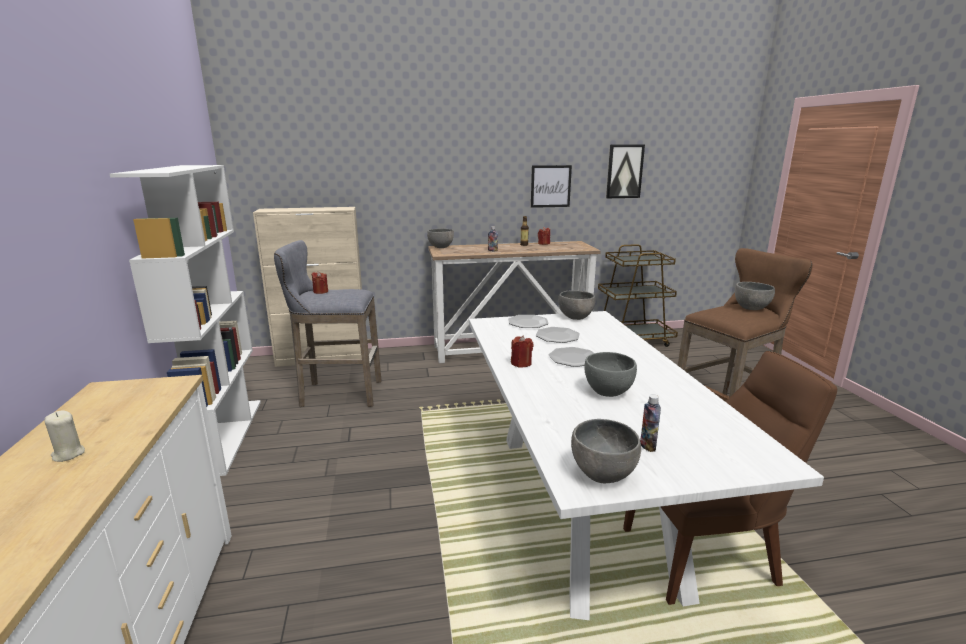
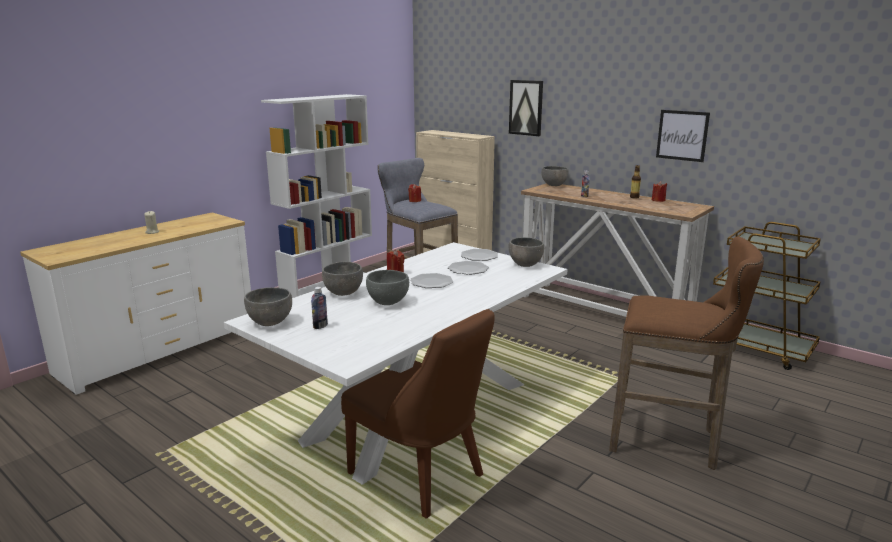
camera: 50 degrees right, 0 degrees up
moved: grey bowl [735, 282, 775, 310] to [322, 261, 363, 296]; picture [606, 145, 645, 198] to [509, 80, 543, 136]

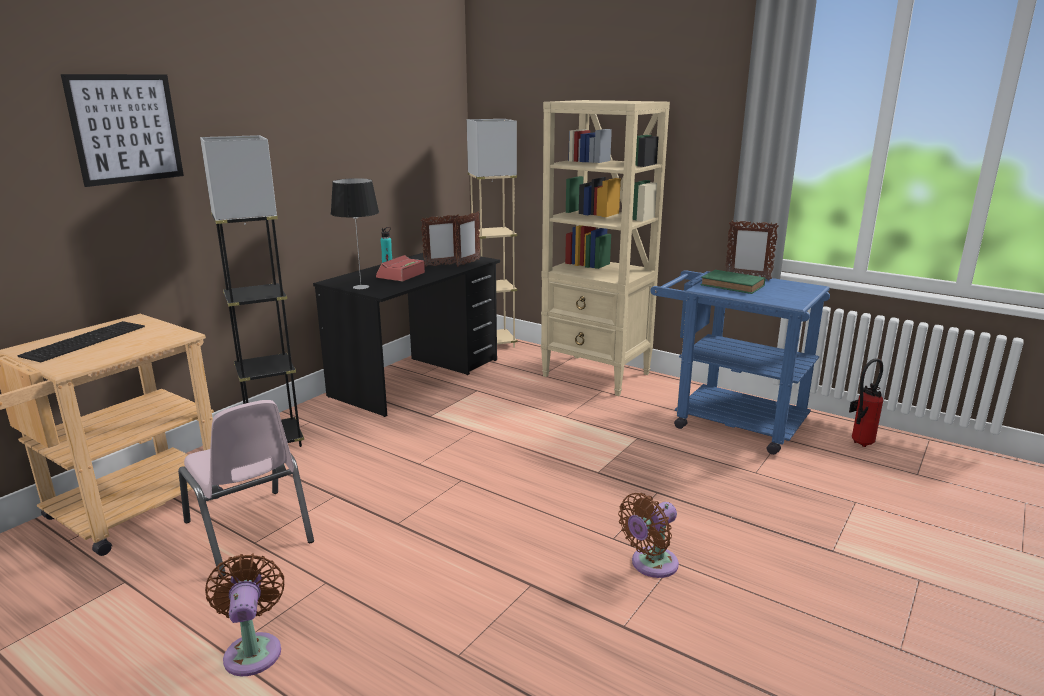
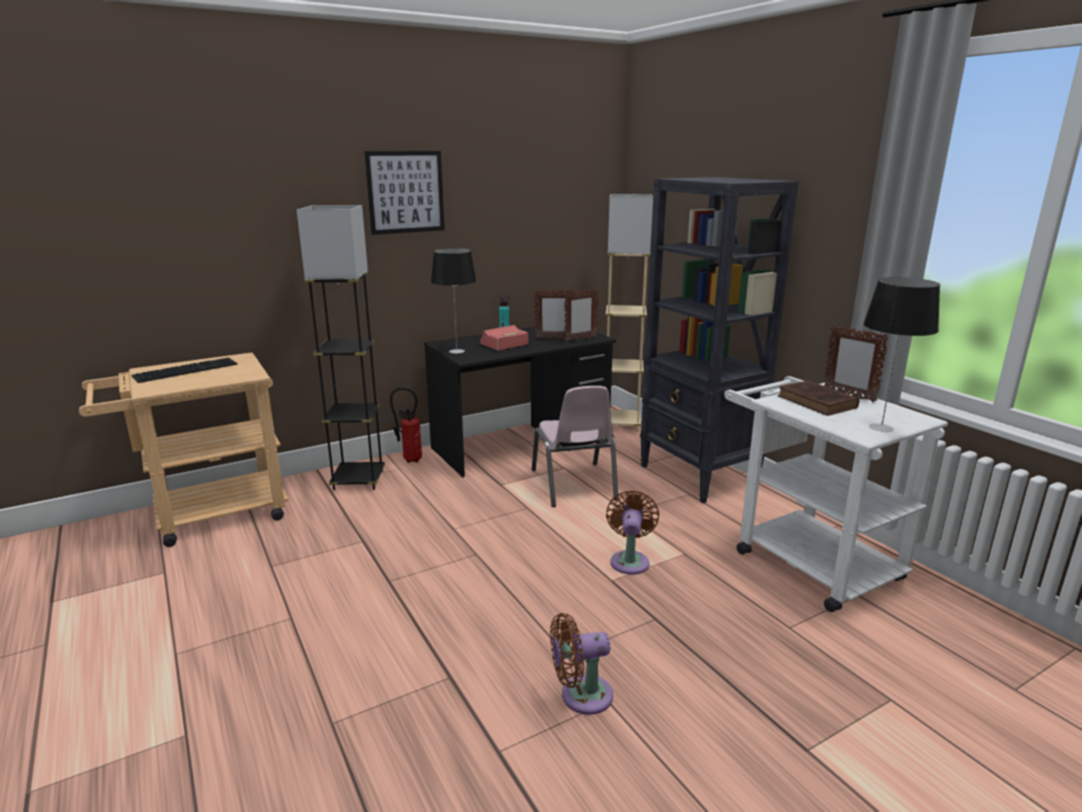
camera: 25 degrees right, 0 degrees up
added: table lamp [863, 277, 940, 432]
moved: picture [61, 74, 184, 187] to [364, 151, 445, 235]; fire extinguisher [849, 358, 884, 447] to [390, 387, 422, 463]; pink chair [178, 400, 314, 577] to [532, 386, 618, 507]; brown fan [205, 554, 284, 676] to [606, 490, 659, 575]
recoloured: beige bookcase [541, 100, 670, 396] to black bookcase [640, 177, 799, 503]; blue cart [650, 270, 830, 455] to white cart [724, 376, 948, 612]; green book [701, 270, 765, 294] to brown book [778, 380, 859, 416]

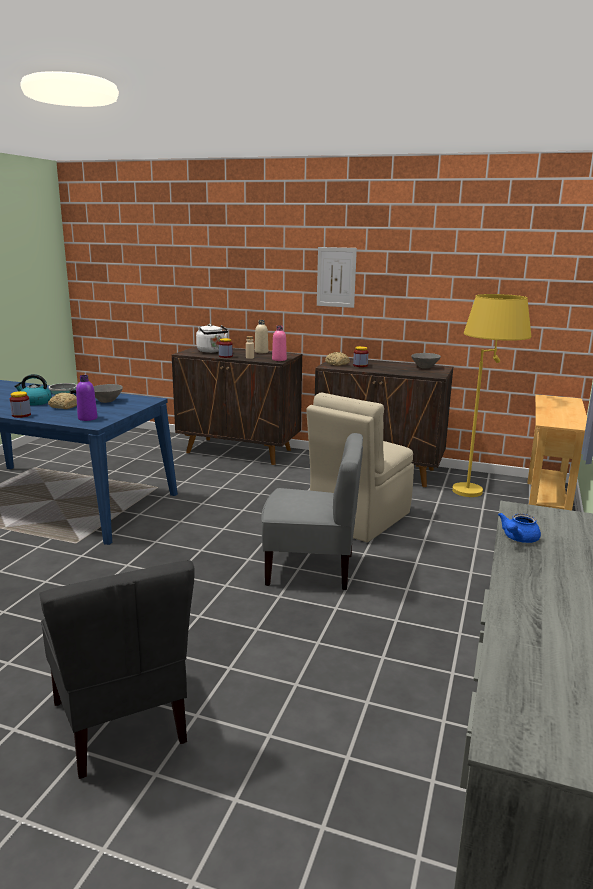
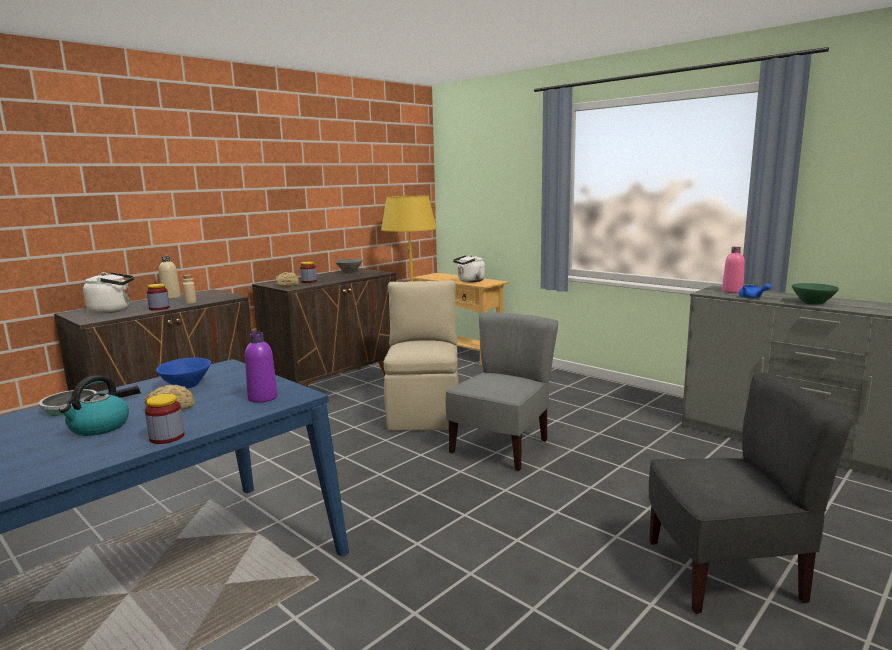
camera: 65 degrees left, 5 degrees down
removed: picture [317, 247, 357, 308]
added: white kettle [453, 255, 485, 283]; green bowl [792, 283, 839, 304]
moved: pink bottle [272, 325, 287, 361] to [722, 247, 745, 293]
recoloured: grey bowl [93, 384, 123, 403] to blue bowl [156, 358, 211, 389]
turned: beige chair [306, 393, 414, 542] = [384, 280, 459, 431] 150 degrees counterclockwise

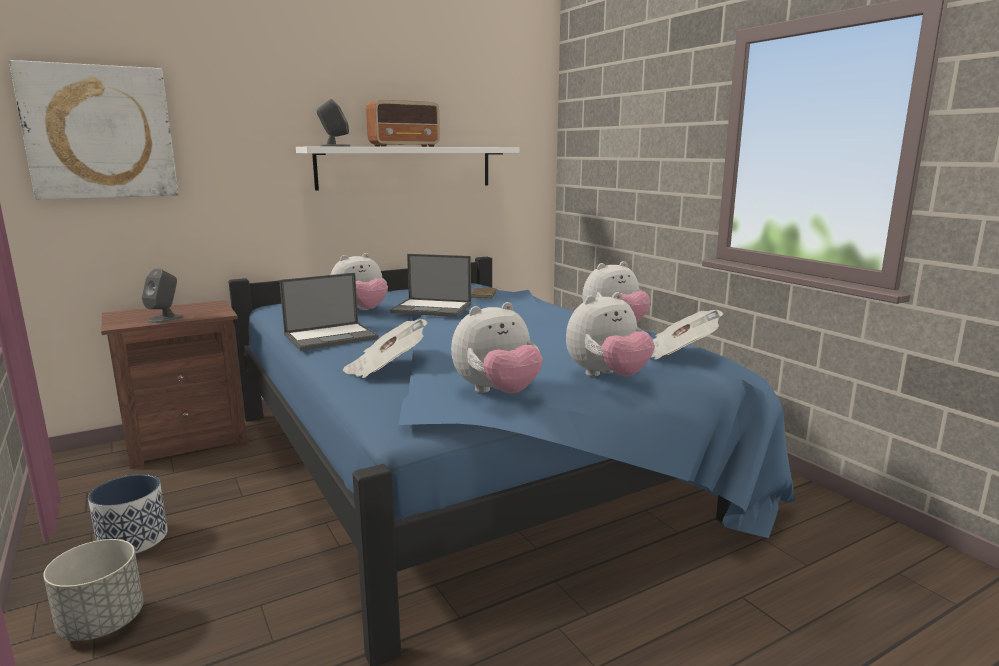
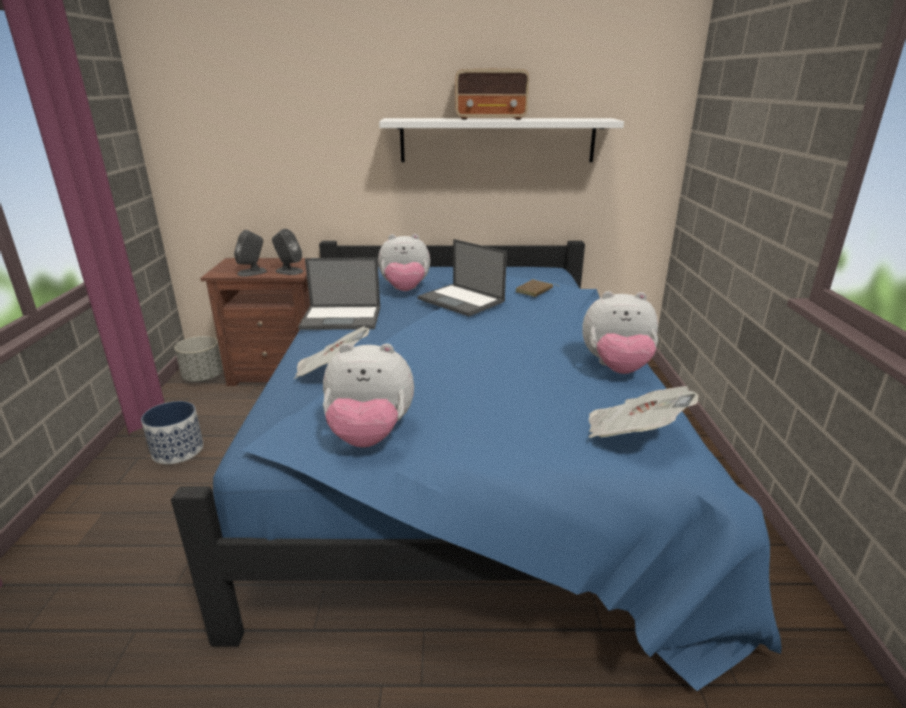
camera: 30 degrees right, 10 degrees up
removed: picture [9, 60, 179, 200]; plush toy [566, 292, 655, 377]
moved: grey planter [43, 539, 143, 641] to [175, 336, 223, 382]; grey speaker [317, 99, 350, 146] to [272, 229, 303, 275]

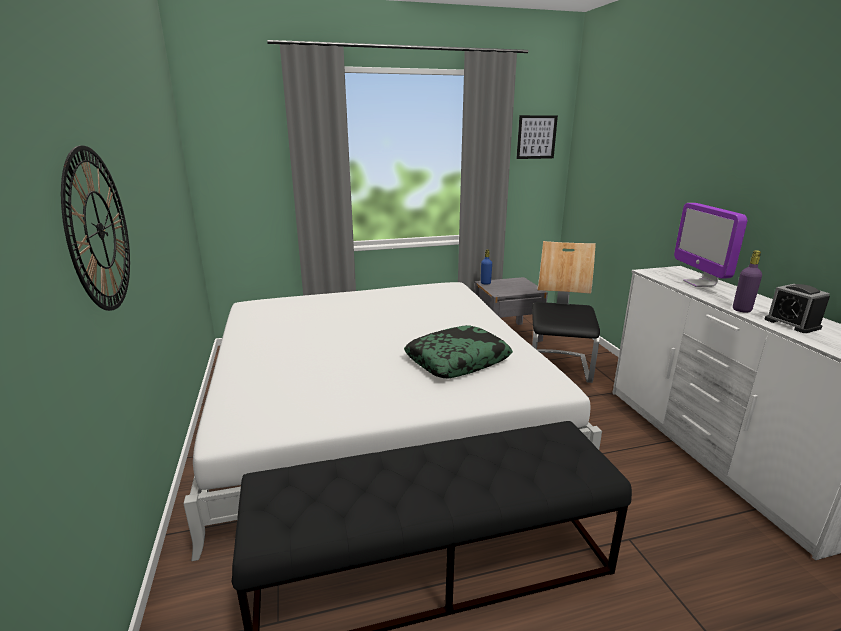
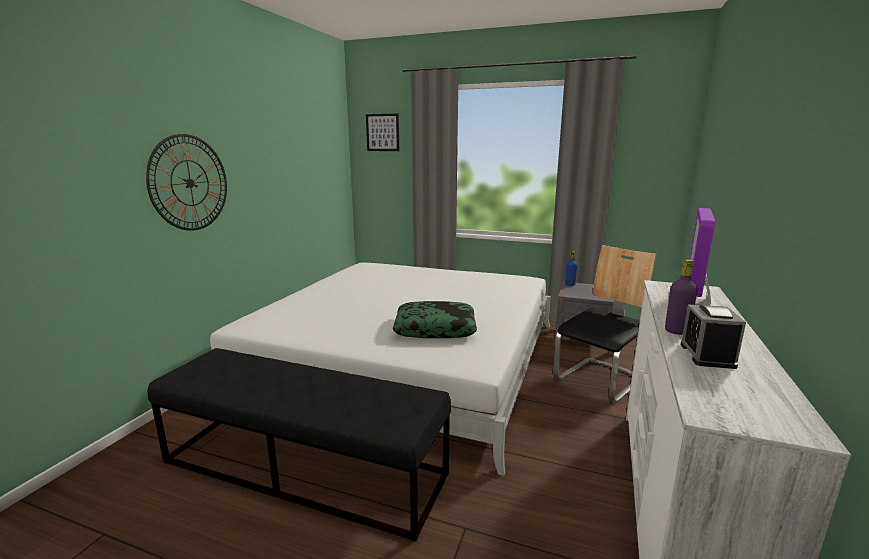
camera: 35 degrees right, 5 degrees down
moved: picture [516, 115, 558, 159] to [366, 113, 399, 151]

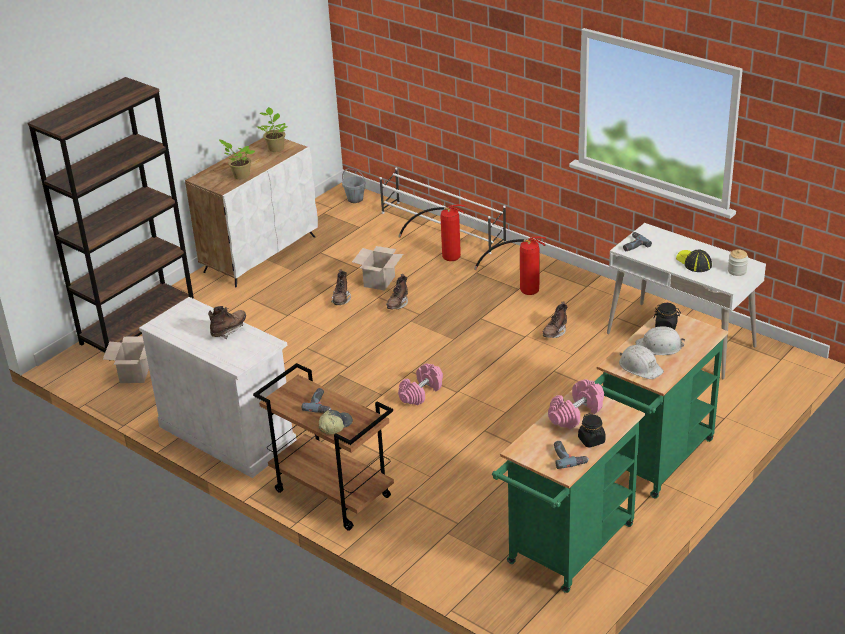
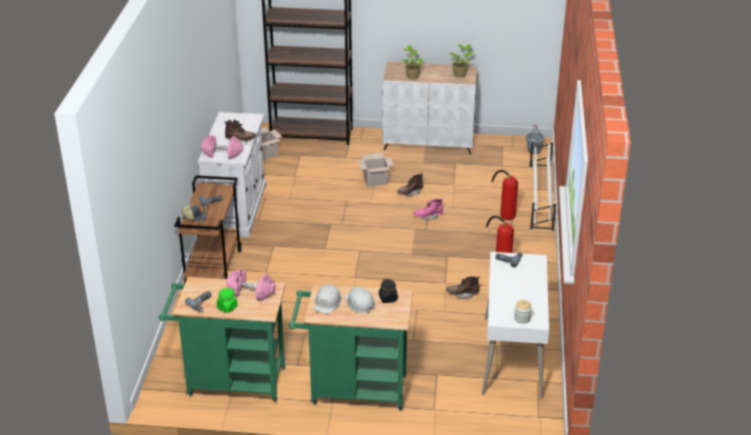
camera: 55 degrees right, 0 degrees up
removed: cap [676, 249, 712, 272]
moved: pink dumbbell [398, 363, 443, 406] to [201, 135, 243, 159]; cardboard box [352, 246, 403, 291] to [358, 153, 394, 187]
recoloured: black jar [578, 413, 606, 447] to green jar [217, 288, 238, 313]; brown boot [386, 274, 408, 309] to pink boot [413, 198, 443, 220]

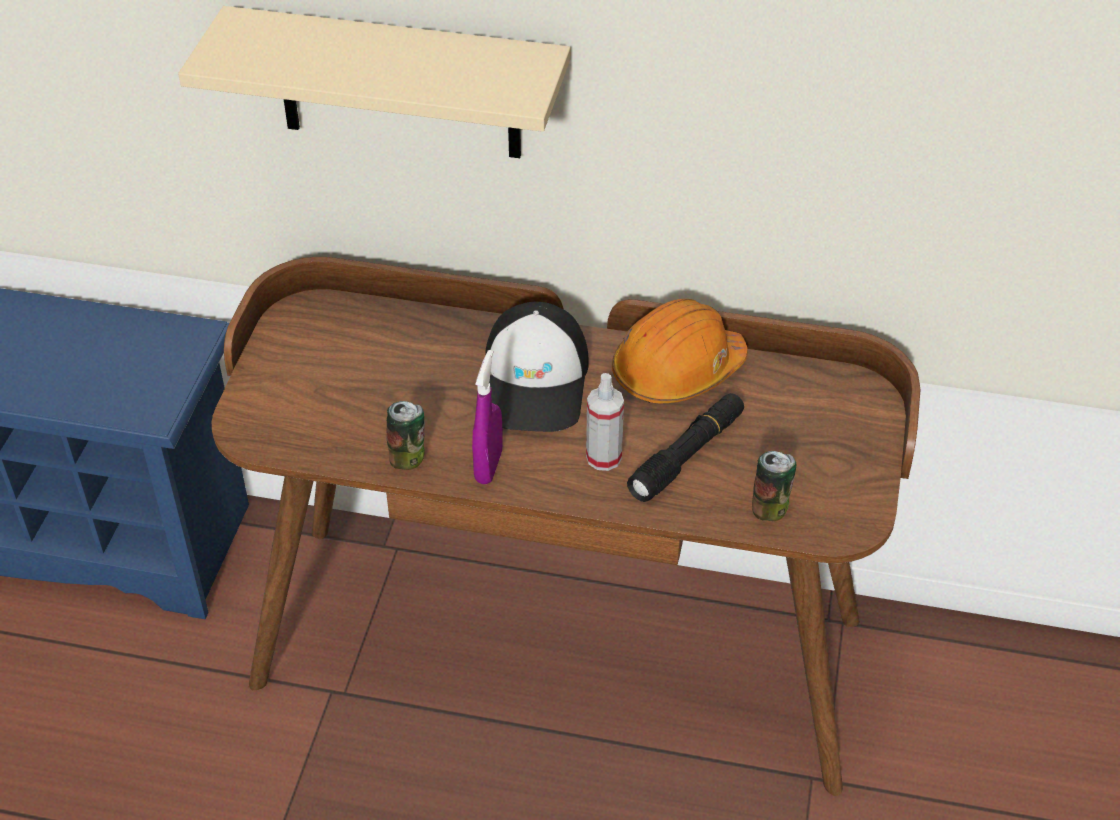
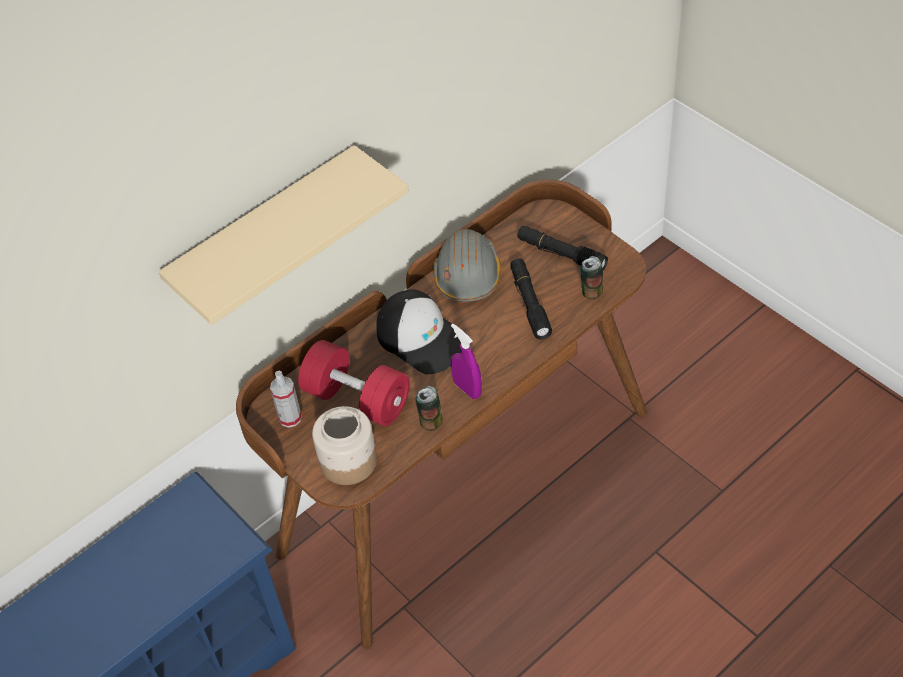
camera: 50 degrees left, 5 degrees up
added: red dumbbell [298, 340, 410, 426]; jar [312, 406, 377, 485]; black flashlight [517, 226, 608, 271]
moved: spray bottle [586, 373, 624, 471] to [270, 371, 302, 428]
recoloured: orange hard hat [612, 299, 748, 403] to grey hard hat [433, 229, 501, 302]

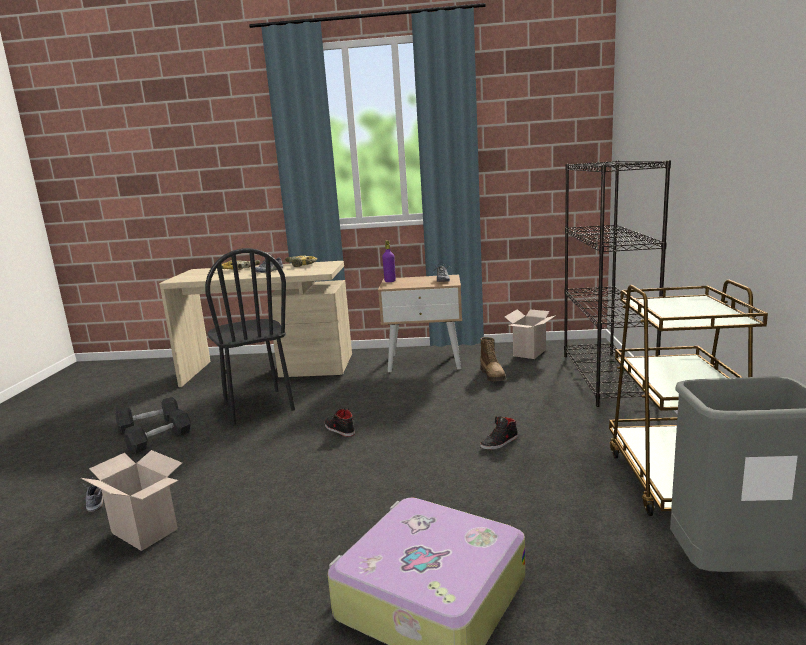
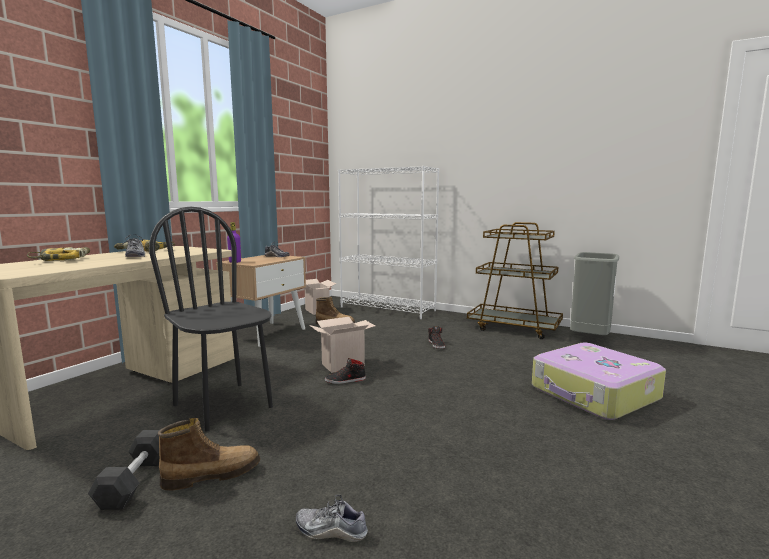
camera: 65 degrees left, 5 degrees down
moved: cardboard box [81, 450, 182, 551] to [310, 317, 375, 373]
replaced: black dumbbell [124, 409, 191, 453] to boot [158, 418, 260, 490]
recoloured: black bookcase [564, 160, 671, 407] to white bookcase [338, 166, 439, 319]
turned: black chair [205, 248, 295, 425] = [149, 206, 273, 431] 135 degrees counterclockwise

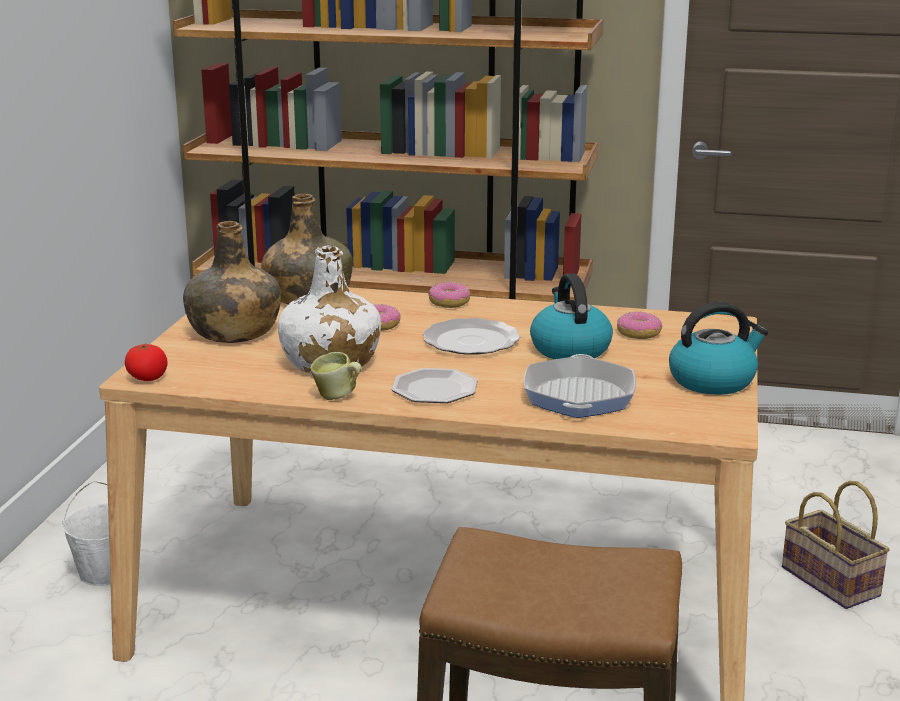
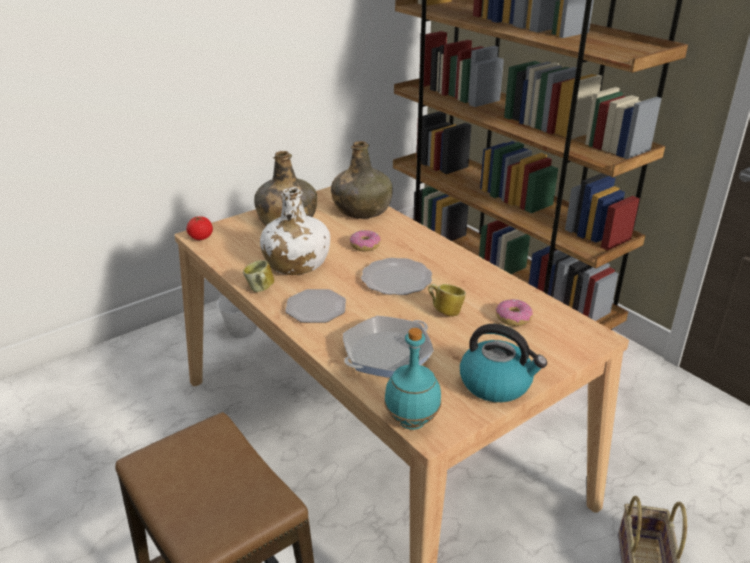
camera: 40 degrees right, 10 degrees up
removed: donut [428, 282, 470, 308]
added: turquoise bottle [384, 328, 441, 430]
replaced: kettle [530, 273, 613, 359] to mug [428, 284, 466, 317]

